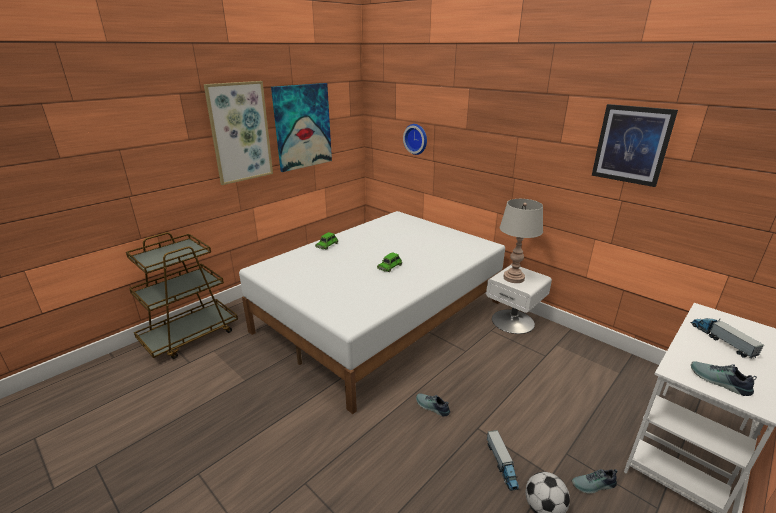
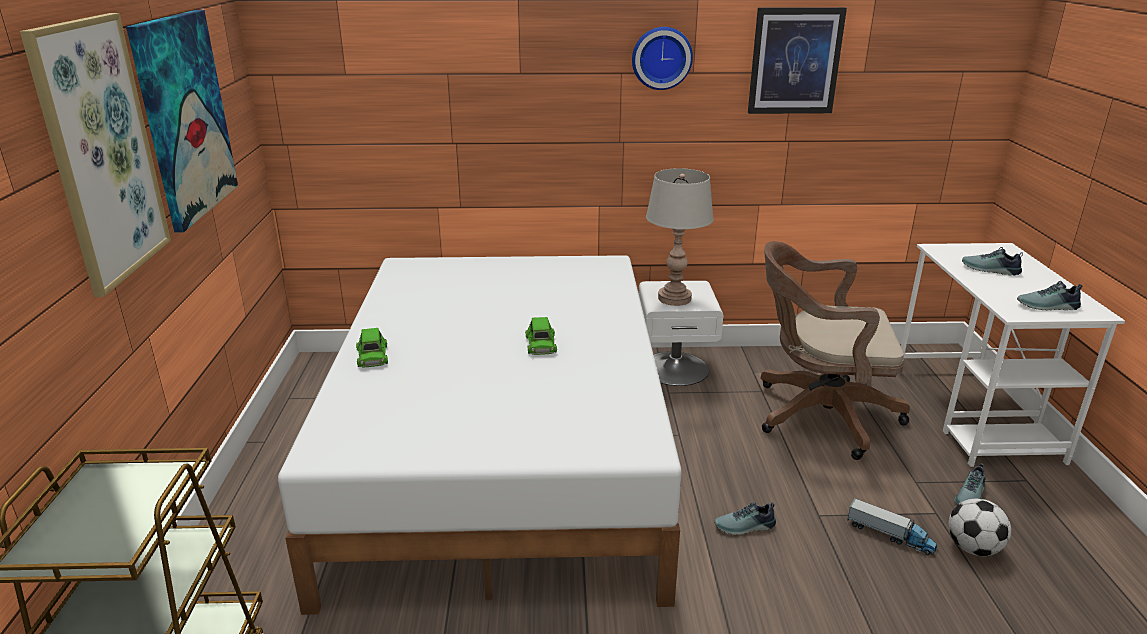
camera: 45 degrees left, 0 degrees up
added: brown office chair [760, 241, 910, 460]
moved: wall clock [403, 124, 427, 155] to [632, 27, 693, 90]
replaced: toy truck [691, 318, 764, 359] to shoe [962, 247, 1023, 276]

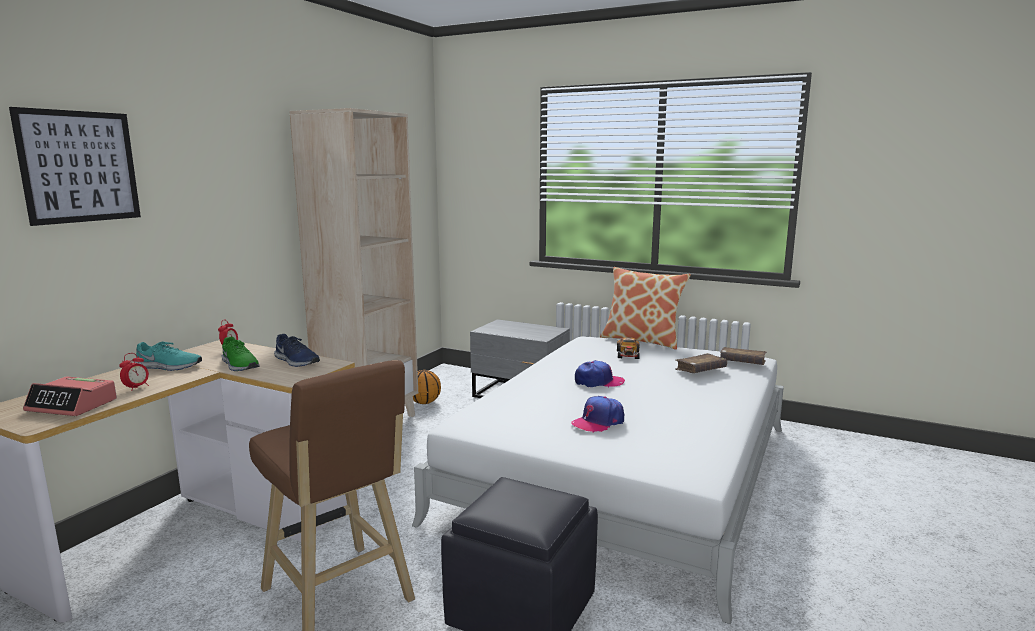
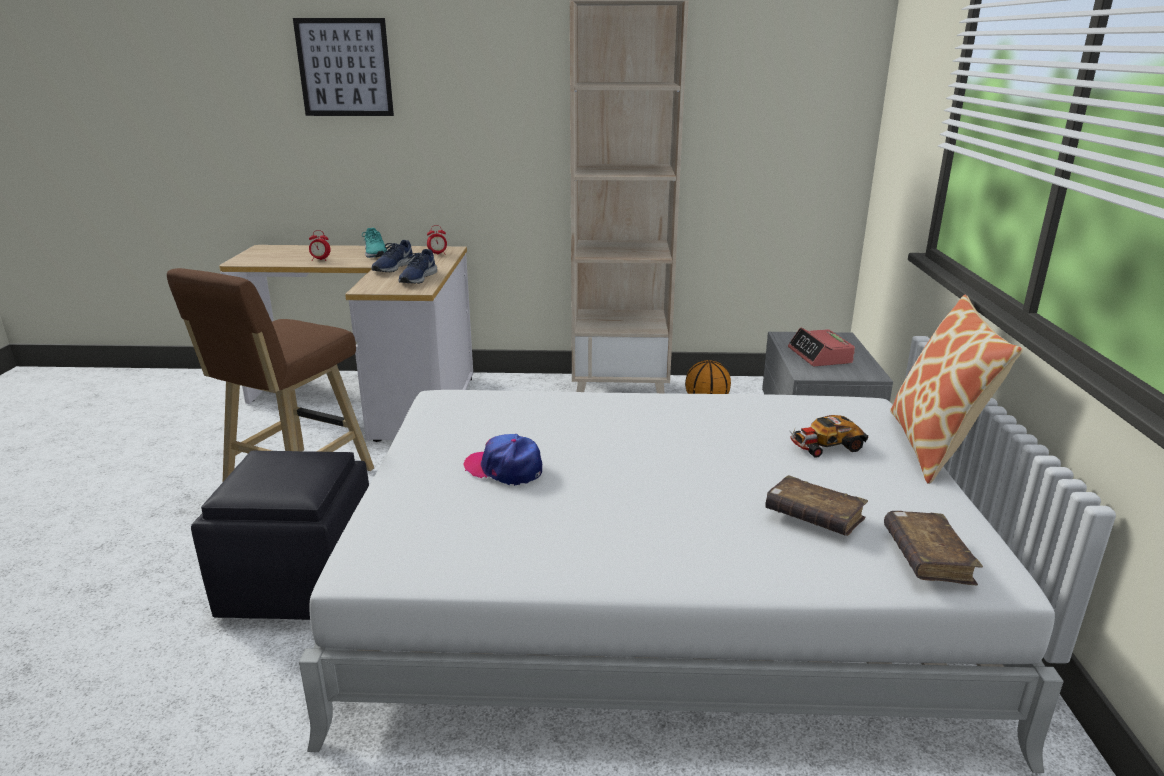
camera: 65 degrees right, 10 degrees up
removed: cap [575, 360, 625, 387]
moved: alarm clock [23, 376, 117, 416] to [788, 327, 855, 366]
recoloured: green shoe [222, 337, 260, 371] to blue shoe [371, 240, 415, 272]

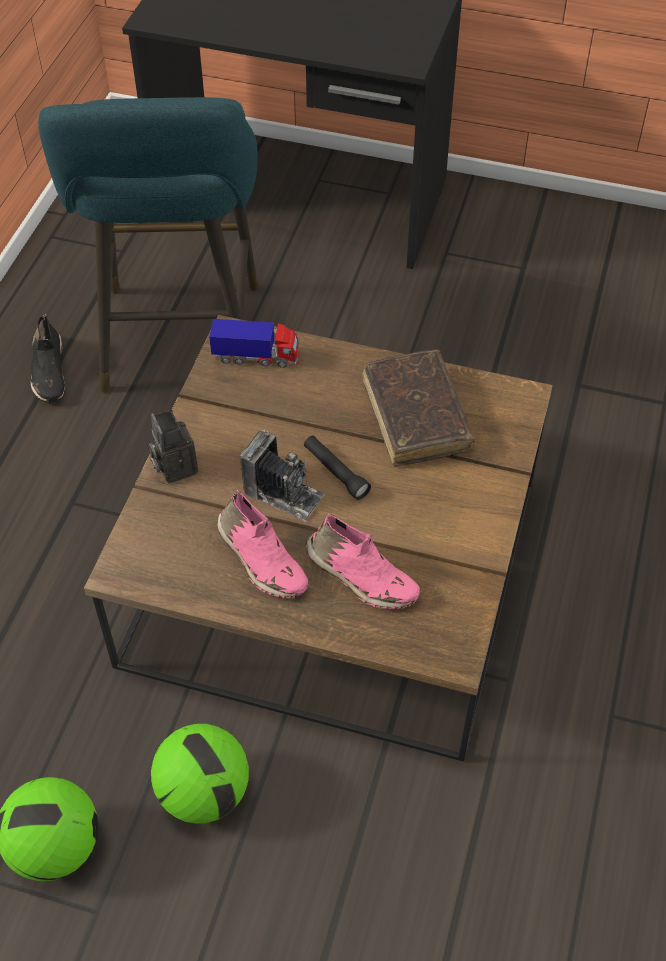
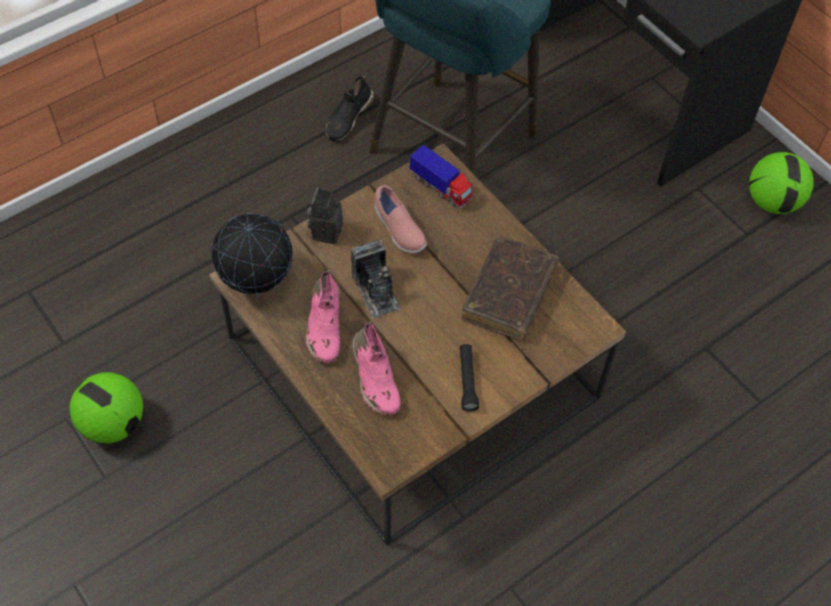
camera: 35 degrees right, 5 degrees up
added: globe [211, 214, 293, 294]; pink shoe [375, 185, 427, 253]
moved: black flashlight [304, 435, 371, 500] to [460, 344, 479, 412]; football [151, 724, 249, 824] to [749, 152, 814, 214]

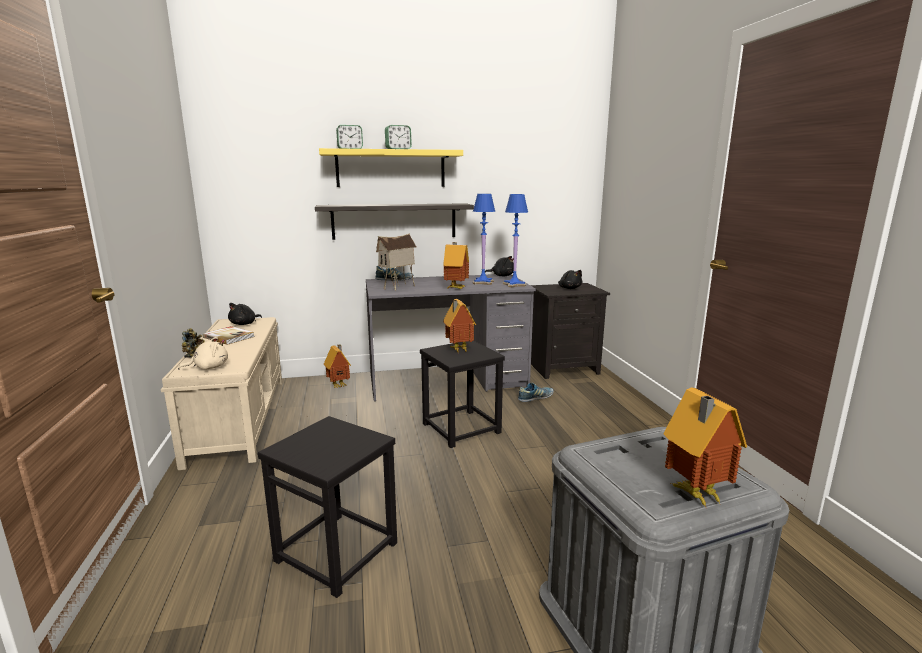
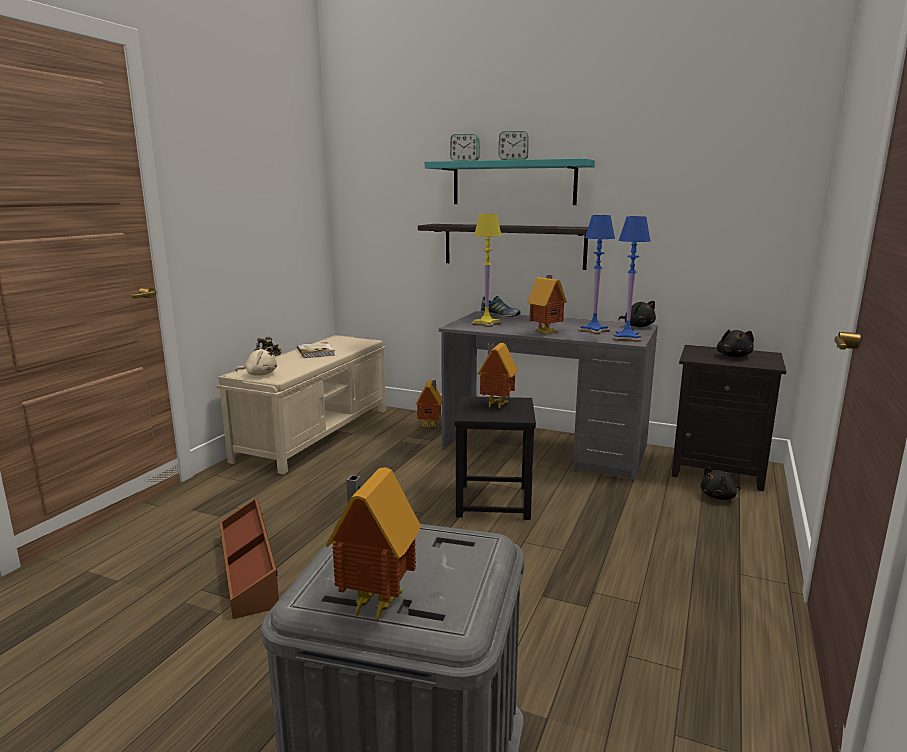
camera: 35 degrees right, 0 degrees up
removed: shoe [518, 383, 554, 402]
moved: black plush toy [228, 303, 262, 325] to [701, 466, 741, 500]
replaced: black stool [258, 416, 397, 598] to brown storage box [220, 498, 279, 619]; toy house [376, 233, 416, 291] to yellow table lamp [472, 214, 502, 327]
recoloured: yellow shelf [319, 148, 463, 187] to turquoise shelf [425, 158, 595, 205]

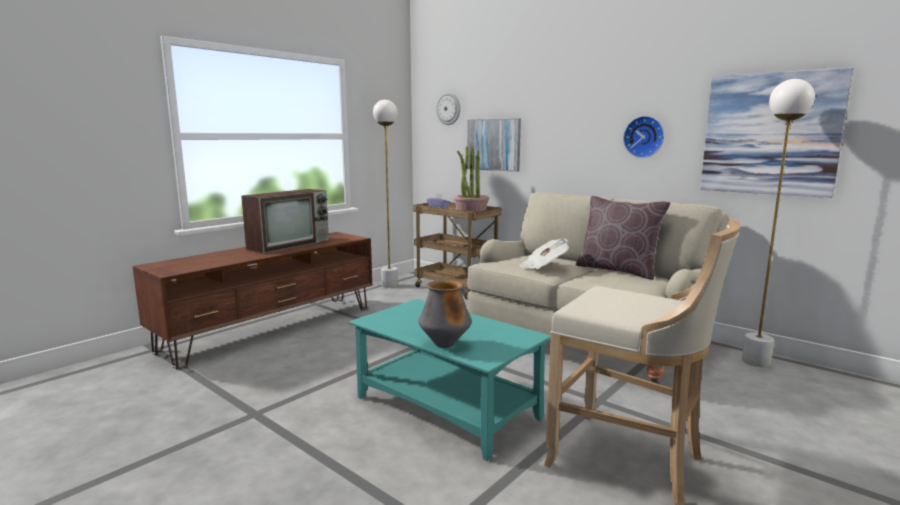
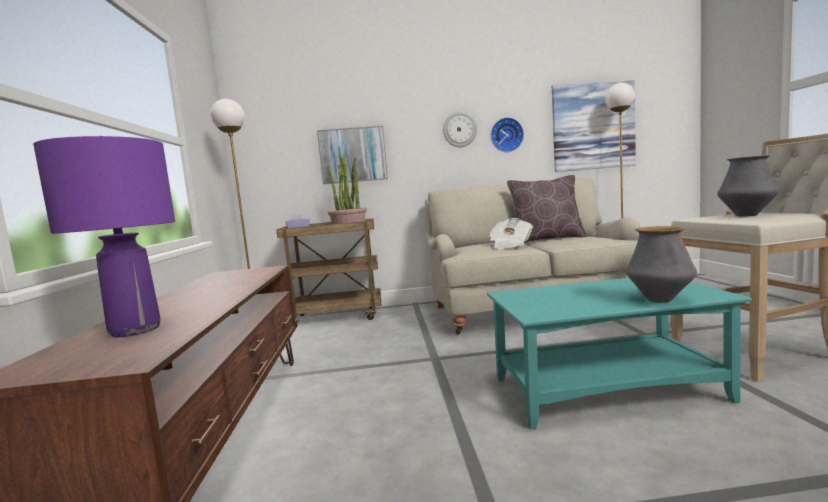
camera: 45 degrees left, 5 degrees down
removed: television [241, 189, 329, 254]
added: purple table lamp [33, 136, 175, 337]; vase [717, 155, 779, 216]
moved: wall clock [436, 92, 460, 125] to [443, 112, 477, 147]

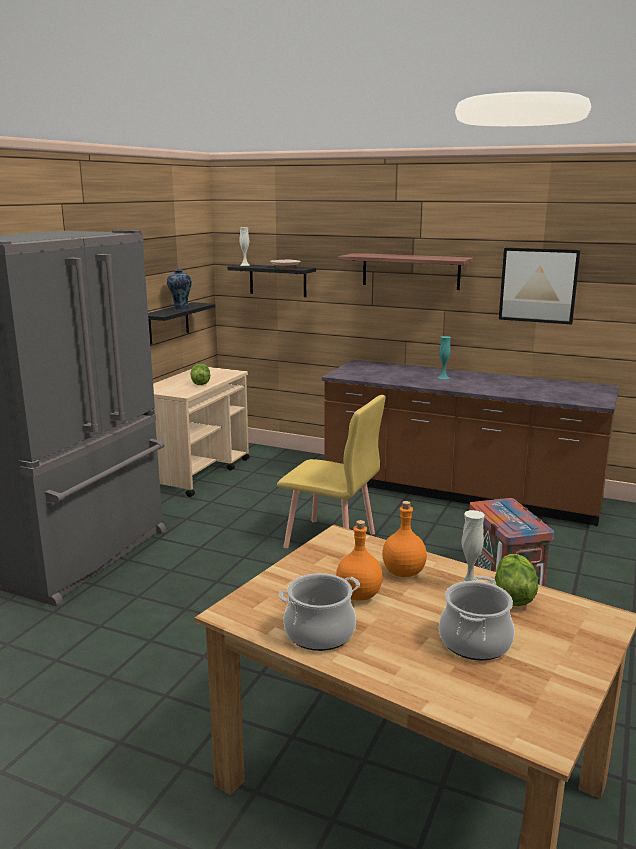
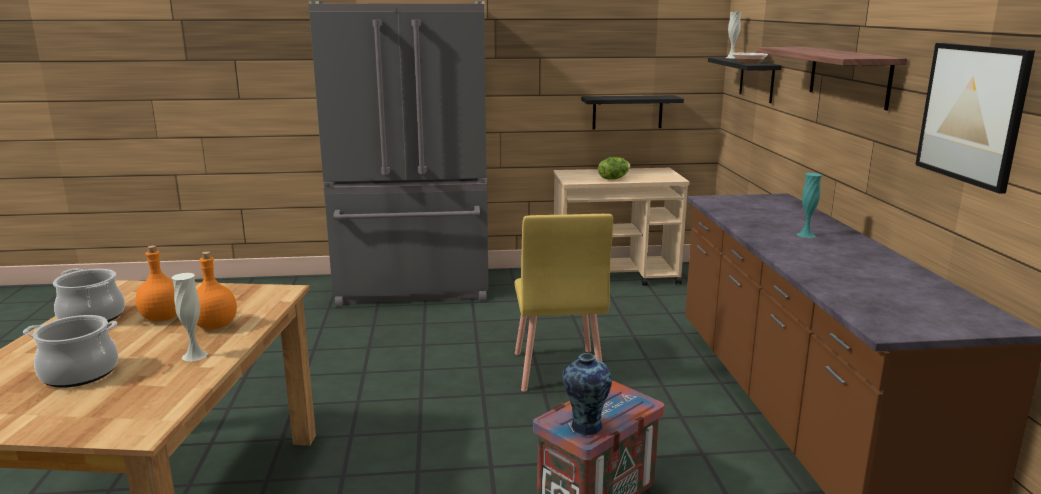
camera: 60 degrees right, 0 degrees up
removed: lettuce [495, 554, 538, 606]
moved: vase [167, 269, 192, 310] to [562, 353, 612, 435]

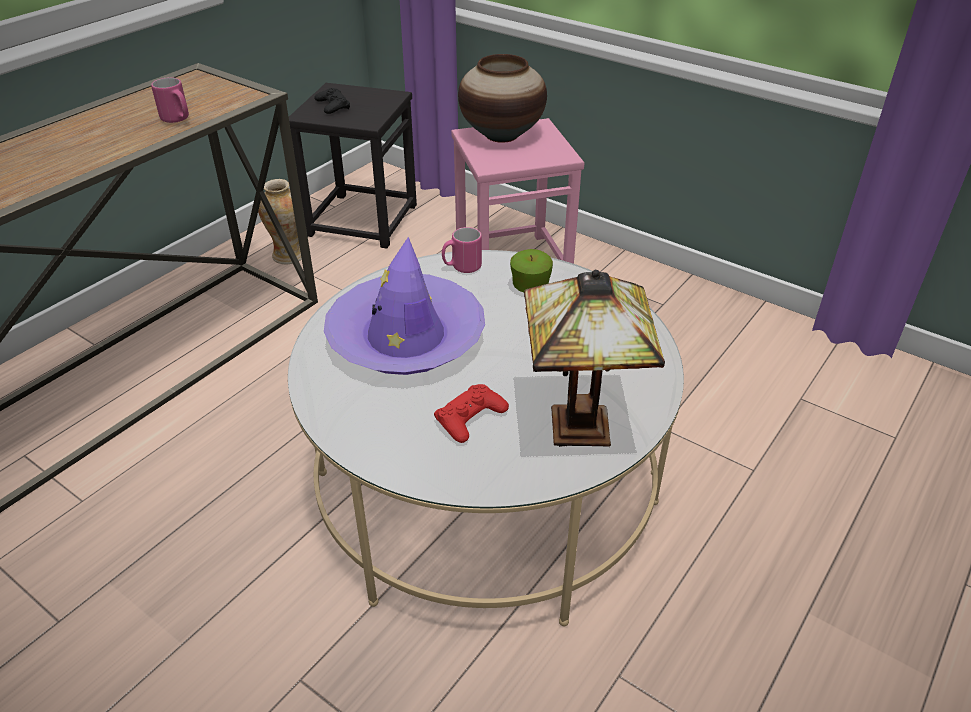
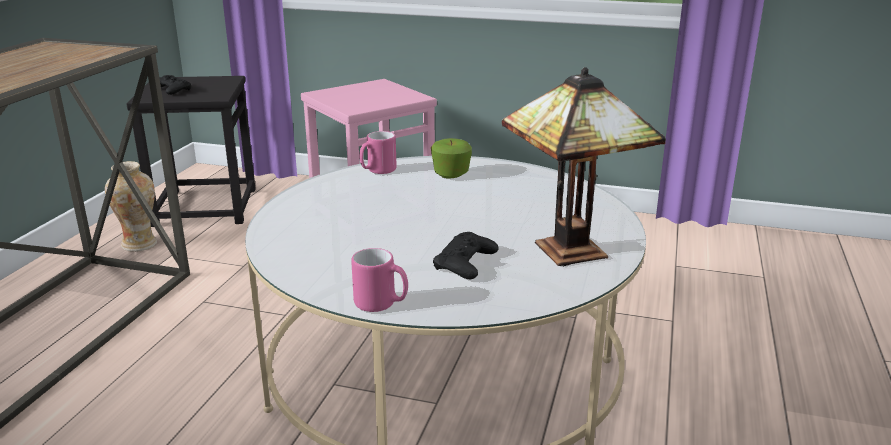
camera: 20 degrees left, 15 degrees down
removed: purple hat [324, 237, 485, 375]; vase [458, 54, 547, 143]
moved: pink mug [151, 77, 189, 123] to [351, 248, 408, 312]
recoloured: red game controller [434, 384, 509, 443] to black game controller [433, 232, 499, 279]

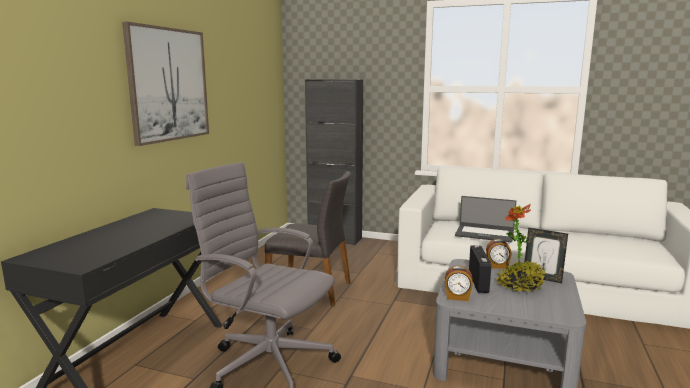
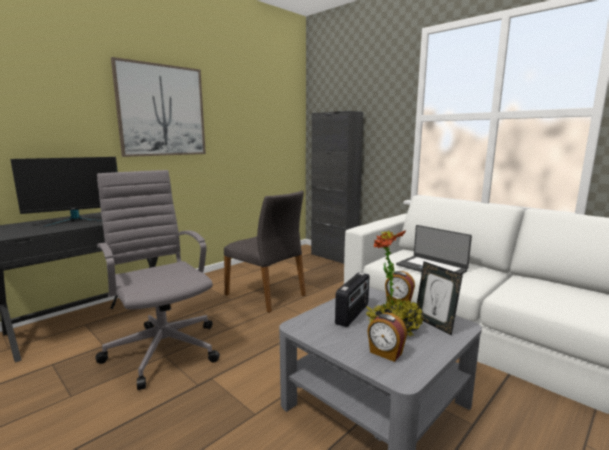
camera: 25 degrees right, 0 degrees up
added: monitor [10, 157, 118, 228]
moved: alarm clock [445, 265, 473, 301] to [367, 313, 407, 362]

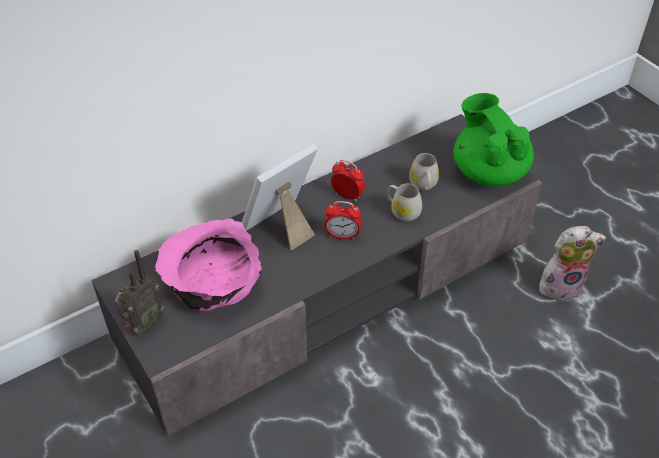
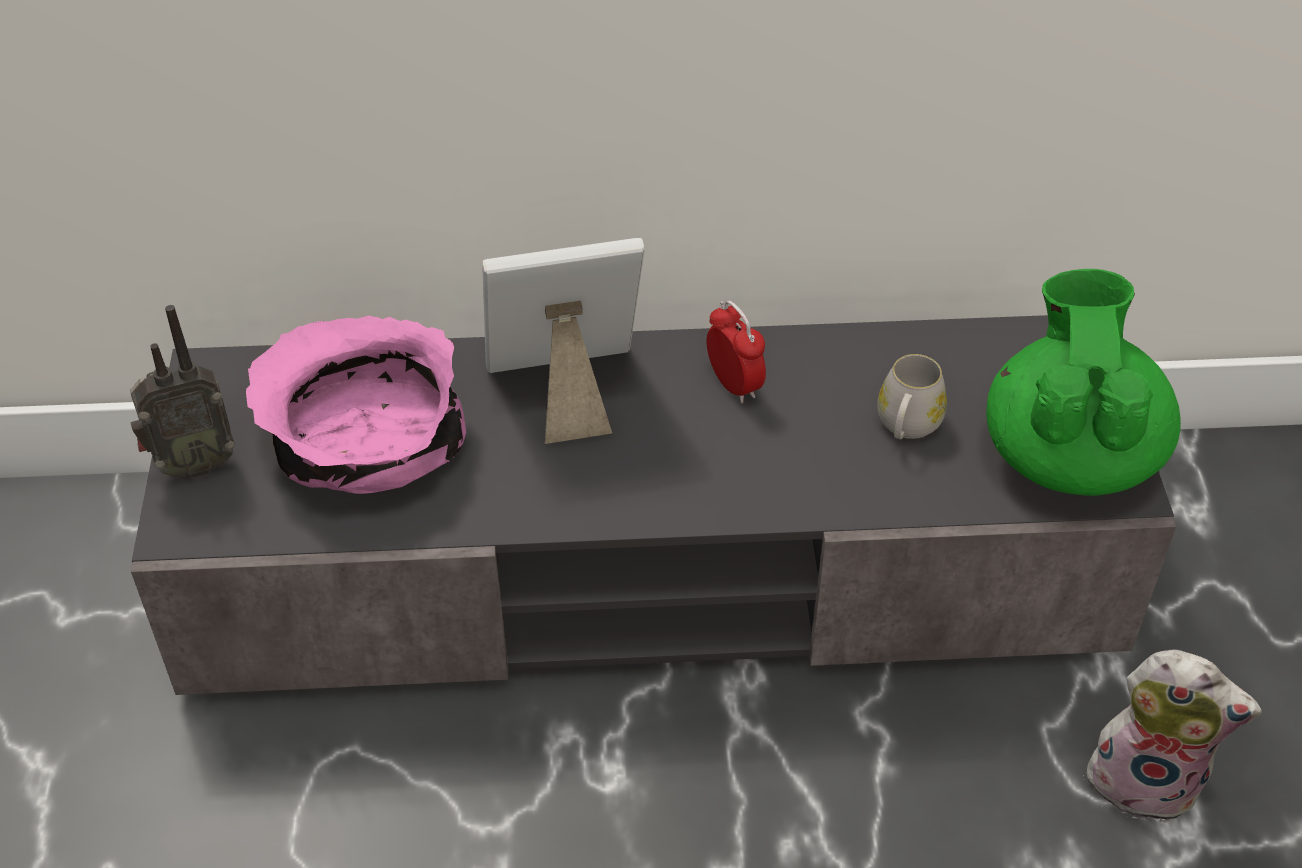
camera: 30 degrees right, 0 degrees up
removed: alarm clock [324, 201, 361, 240]; white mug [387, 183, 422, 222]

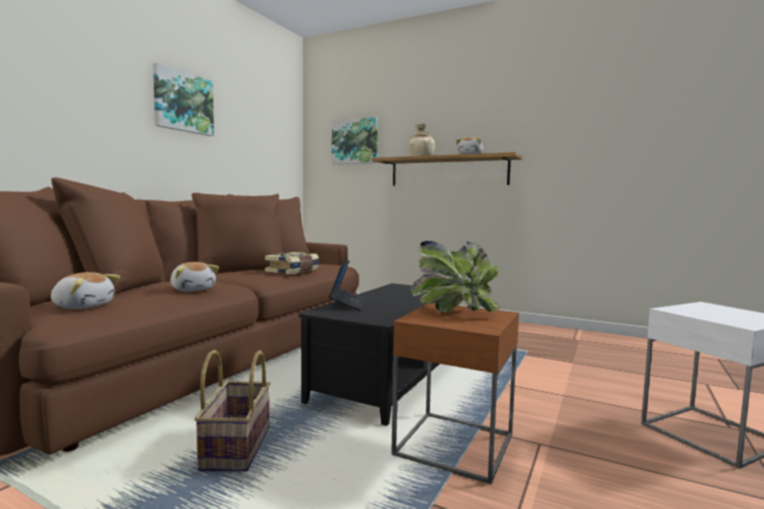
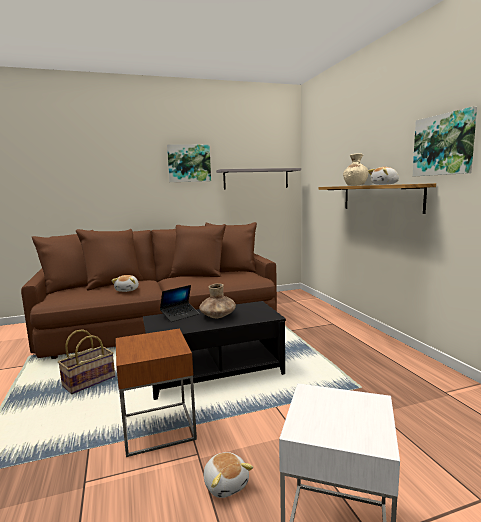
camera: 45 degrees right, 5 degrees up
removed: book [265, 252, 319, 274]; potted plant [411, 241, 500, 313]
added: brown vase [199, 283, 236, 318]; grey shelf [216, 168, 301, 190]
moved: plush toy [51, 272, 120, 309] to [204, 452, 253, 498]; picture [332, 117, 378, 164] to [413, 106, 477, 176]

